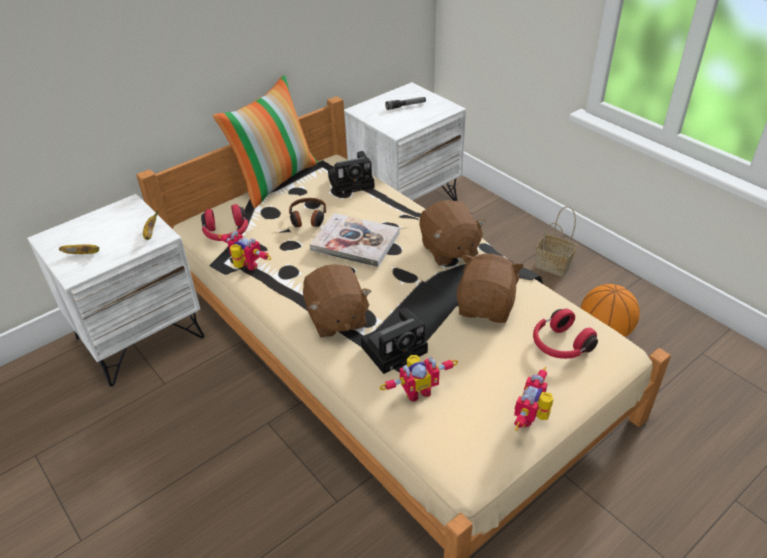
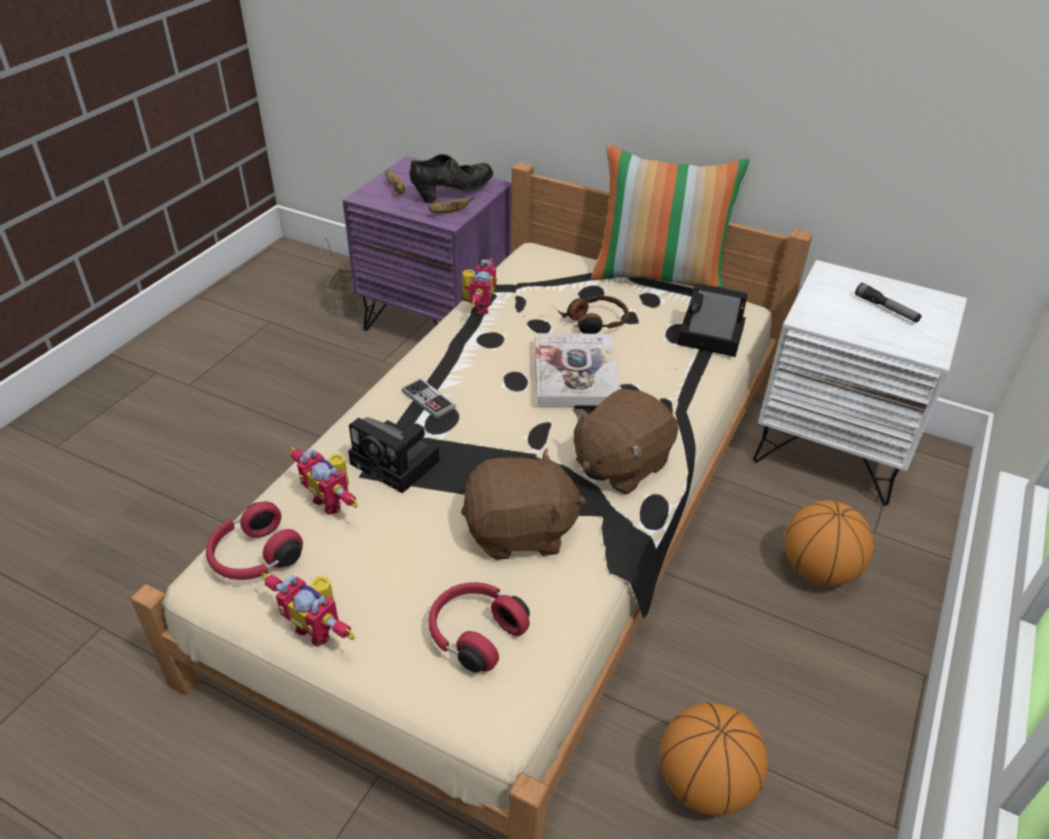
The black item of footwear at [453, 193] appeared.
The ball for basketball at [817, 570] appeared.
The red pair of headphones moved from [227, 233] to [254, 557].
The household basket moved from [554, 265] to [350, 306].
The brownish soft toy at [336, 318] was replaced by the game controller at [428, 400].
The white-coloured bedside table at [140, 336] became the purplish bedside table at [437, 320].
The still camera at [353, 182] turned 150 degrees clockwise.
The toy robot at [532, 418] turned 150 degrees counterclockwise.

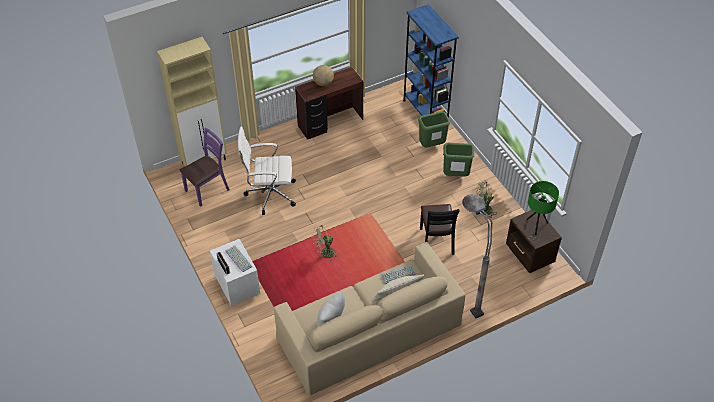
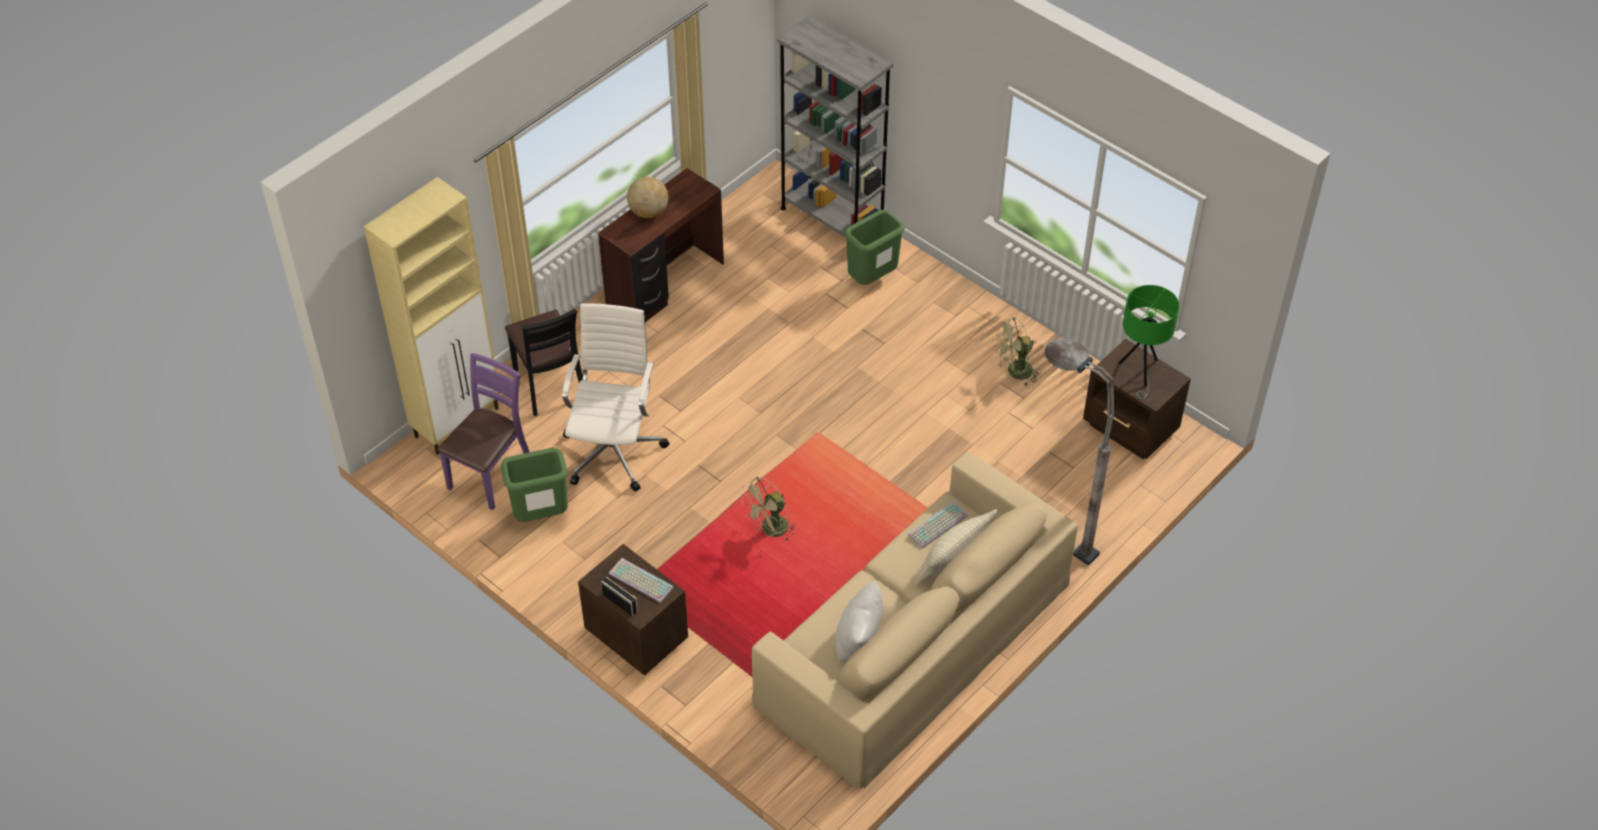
The black plain chair moved from [436, 241] to [549, 384].
The greenish trash can moved from [455, 176] to [541, 517].
The white-coloured bedside table at [238, 286] became the brownish bedside table at [636, 636].
The bluish bookshelf at [425, 112] became the grey bookshelf at [832, 220].
The white-coloured desk chair at [269, 194] turned 120 degrees clockwise.

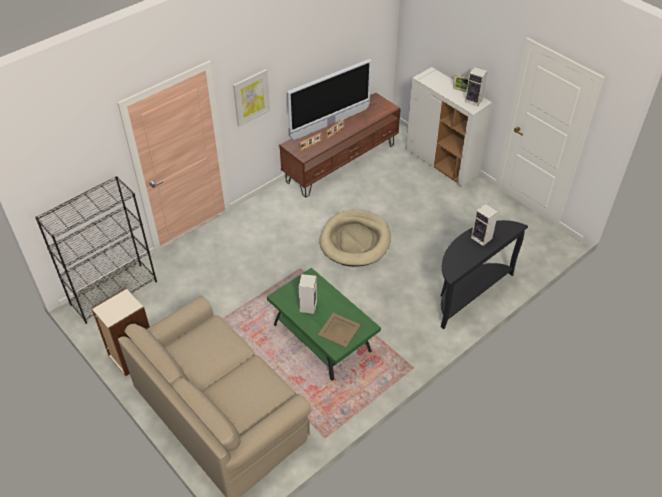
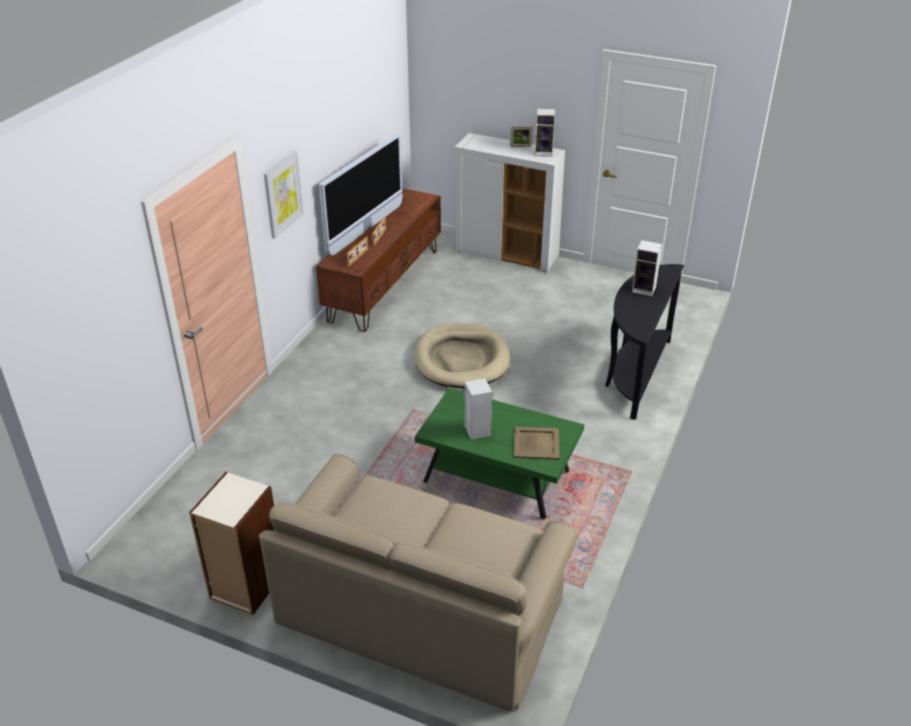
The black bookshelf at [114, 292] disappeared.

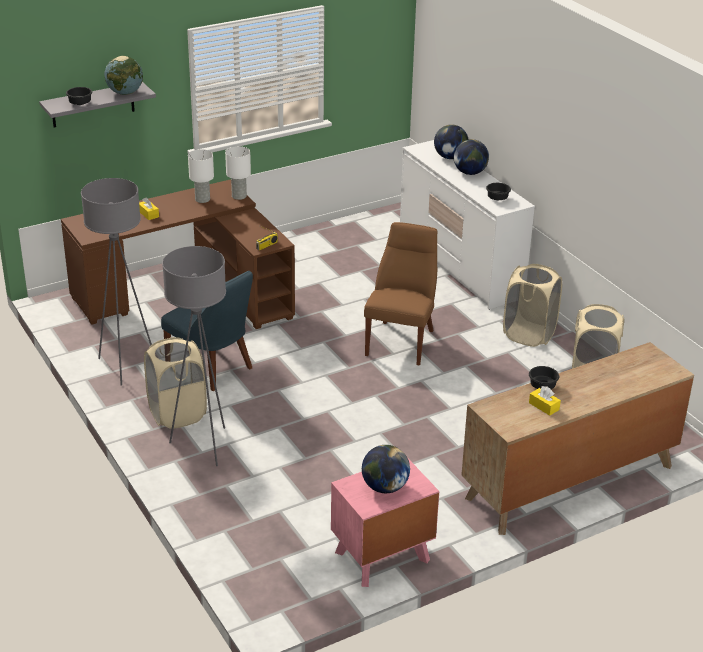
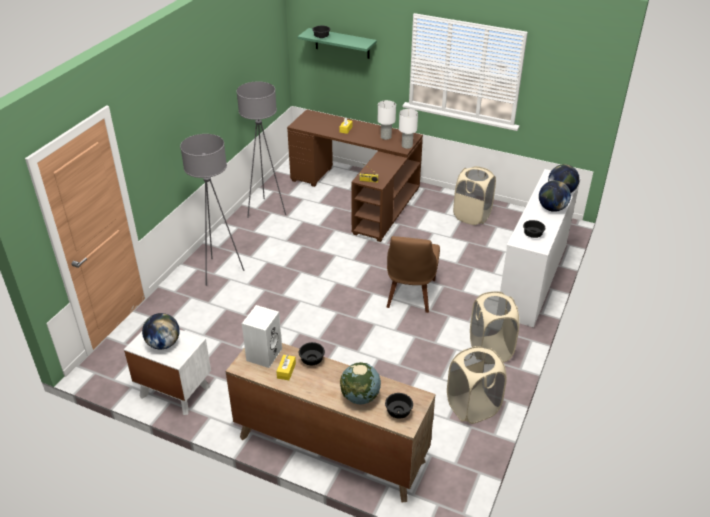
The bluish plain chair at [212, 368] disappeared.
The white-coloured speaker at [264, 354] appeared.
The black bowl at [398, 412] appeared.
The world globe moved from [125, 93] to [360, 397].
The sand-coloured washing basket moved from [177, 414] to [472, 216].
The grey shelf at [93, 105] became the greenish shelf at [342, 43].
The pink-coloured bedside table at [381, 556] became the white-coloured bedside table at [174, 391].
The brownish plain chair at [401, 341] turned 120 degrees clockwise.

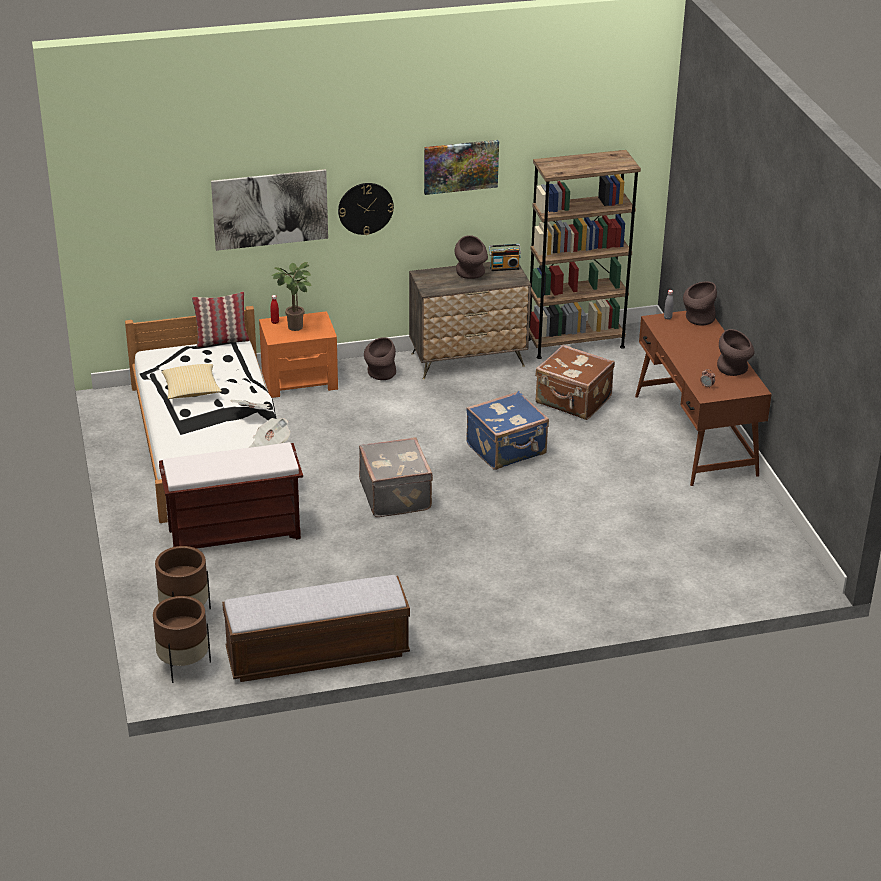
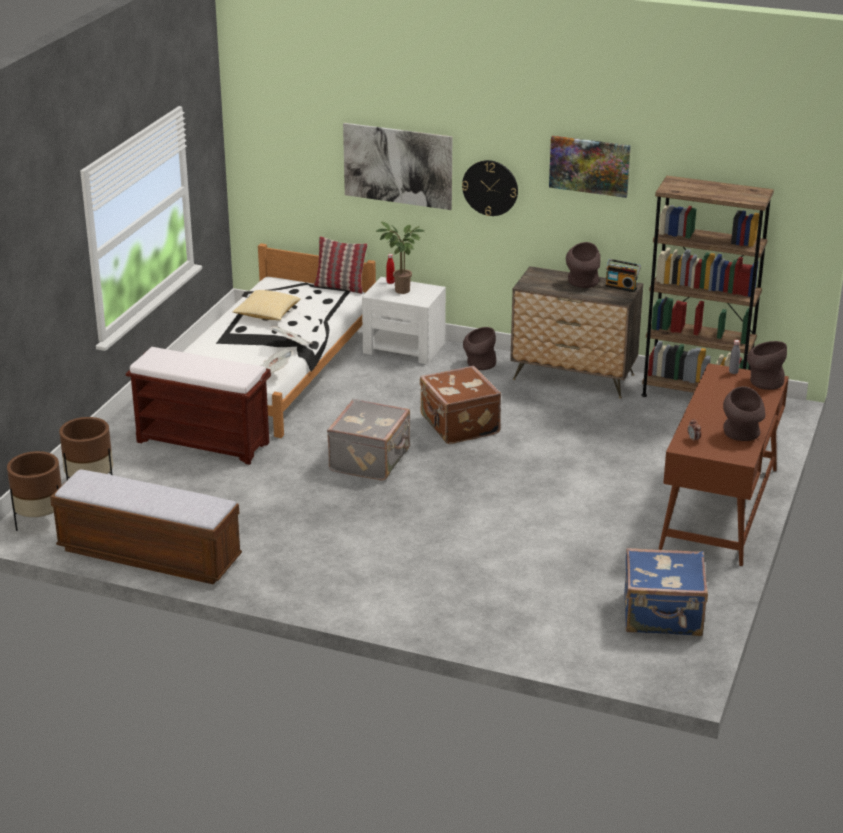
The bluish suitcase moved from [507, 450] to [663, 616].
The brownish suitcase moved from [573, 401] to [458, 425].
The orange bedside table at [300, 380] became the white-coloured bedside table at [404, 348].

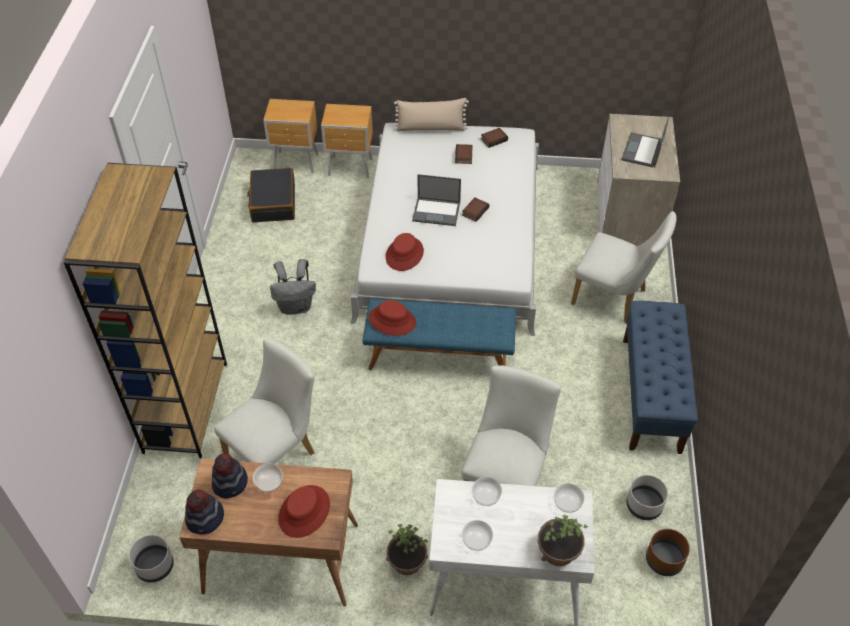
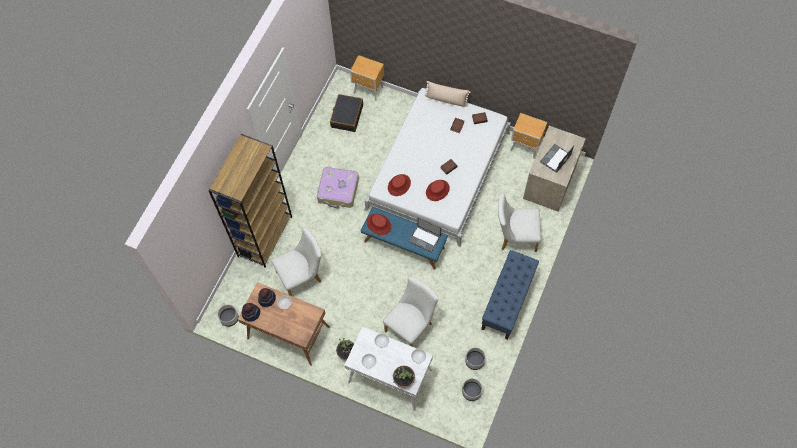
The red hat moved from [304, 512] to [437, 190].
The brownish bedside table moved from [351, 168] to [526, 148].
The portable computer moved from [437, 211] to [425, 238].
The grey rucksack at [296, 306] was replaced by the suitcase at [338, 191].
The brownish flower pot at [664, 559] became the grey flower pot at [471, 391].
The white-coloured plain chair at [614, 299] turned 135 degrees clockwise.

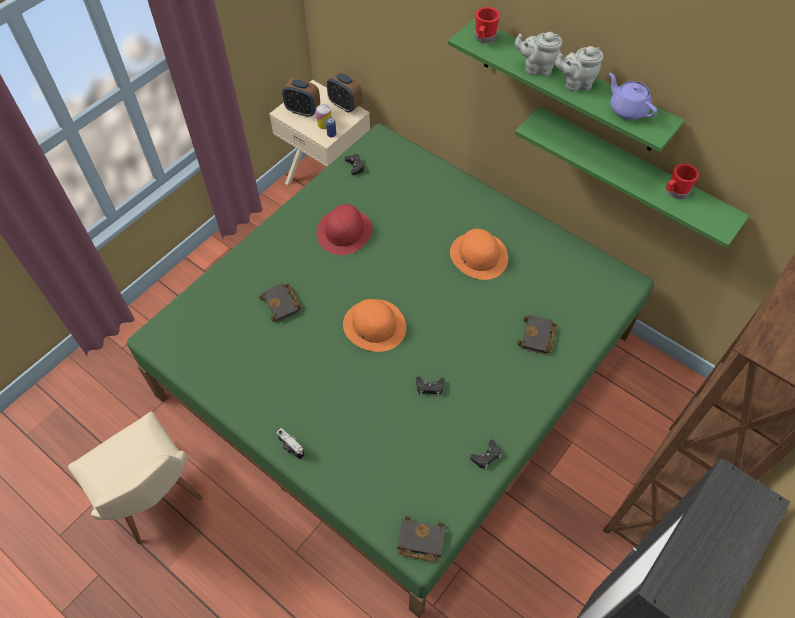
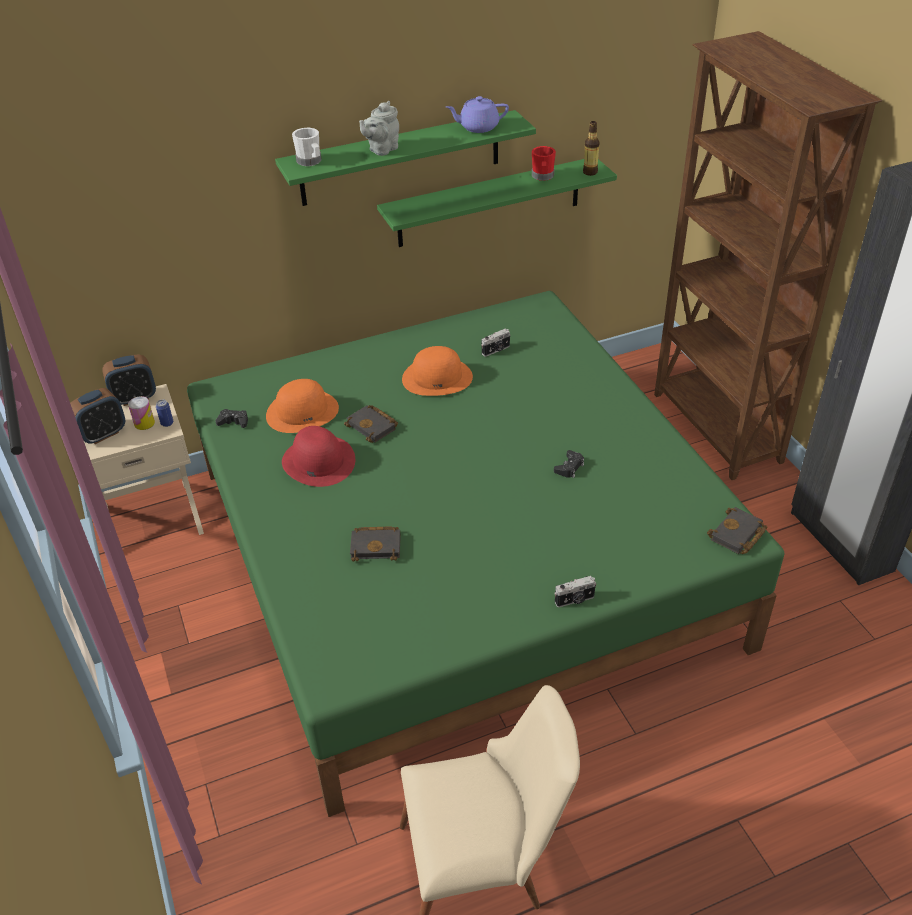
The black game controller at [486, 456] disappeared.
The grey tea pot at [575, 84] disappeared.
The still camera at [496, 350] appeared.
The bottle at [590, 172] appeared.
The orange hat moved from [374, 325] to [302, 411].
The black volume moved from [537, 337] to [373, 426].
The red coffee mug at [484, 38] became the white-coloured coffee mug at [310, 162].

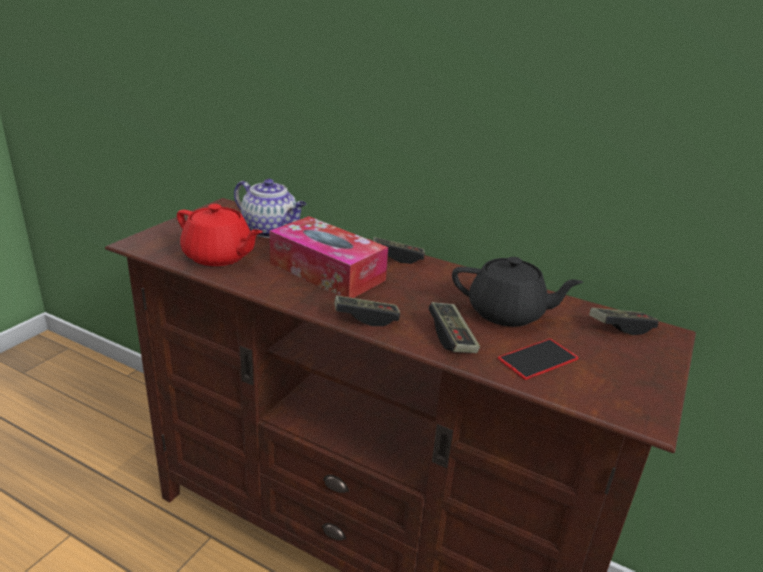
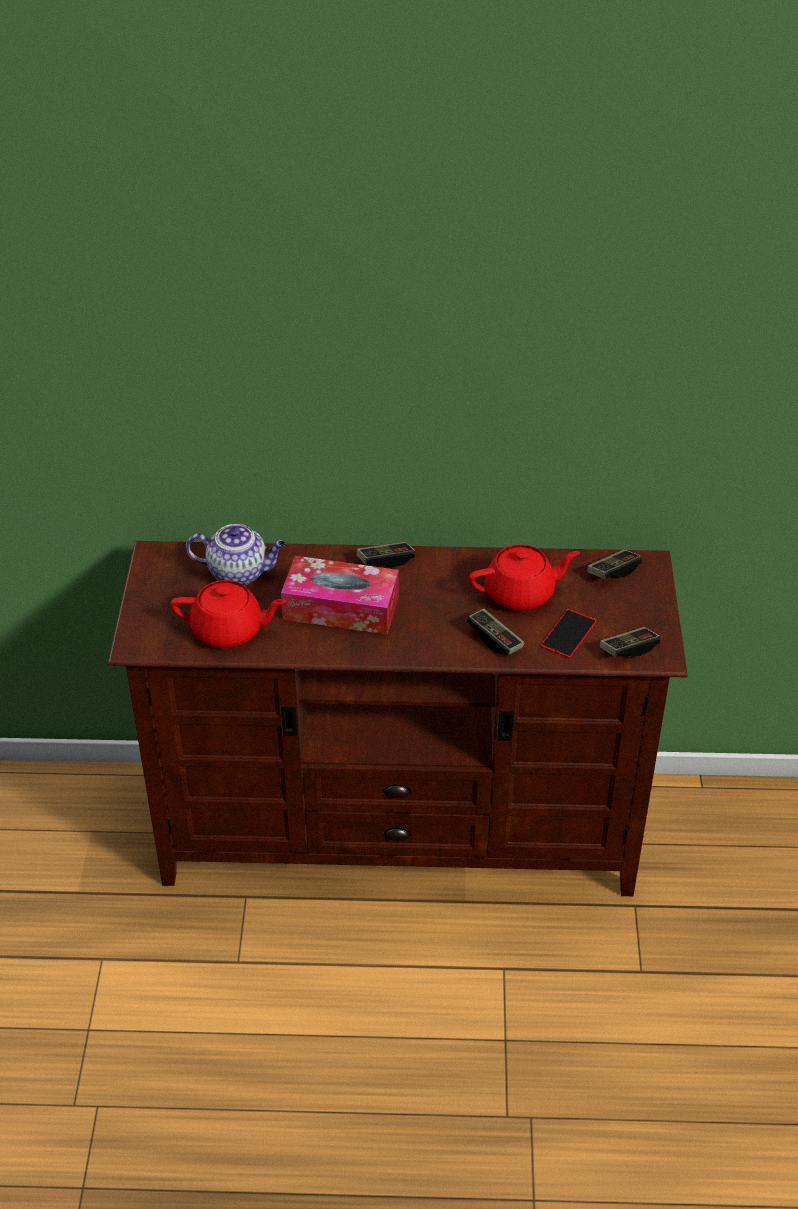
The game controller moved from [366, 318] to [628, 649].
The black tea pot at [507, 313] became the red tea pot at [521, 593].

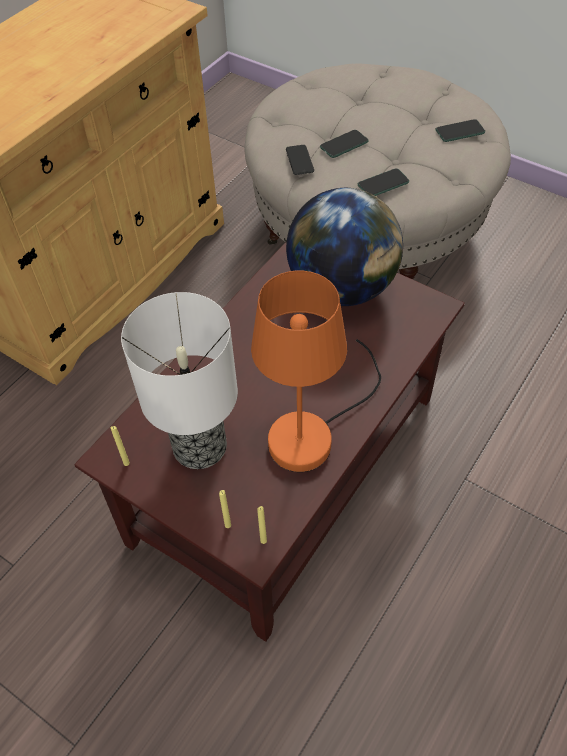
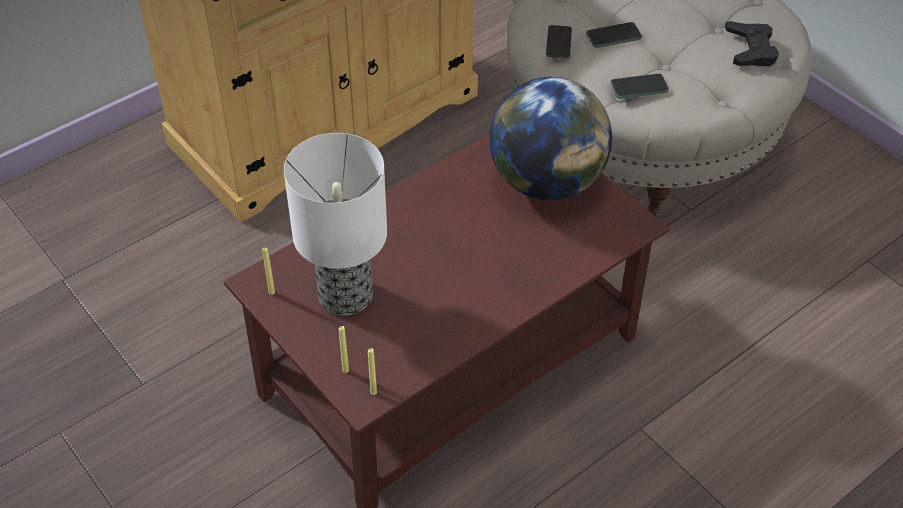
The orange table lamp at [313, 431] disappeared.
The handset at [460, 131] was replaced by the black game controller at [750, 49].

